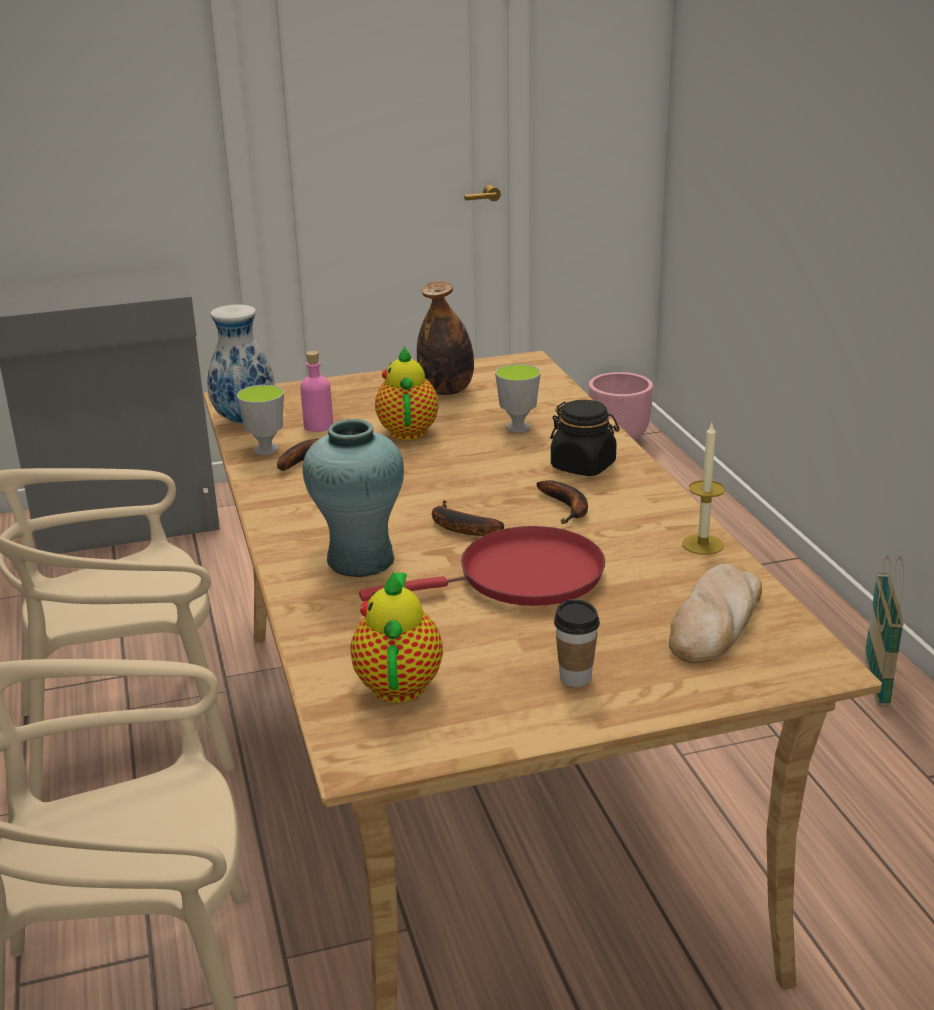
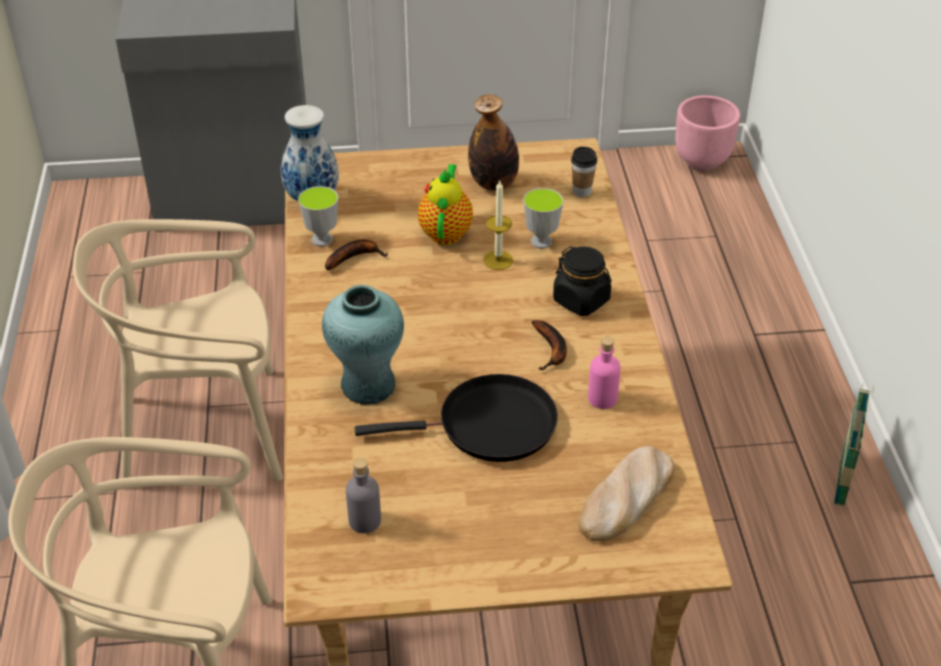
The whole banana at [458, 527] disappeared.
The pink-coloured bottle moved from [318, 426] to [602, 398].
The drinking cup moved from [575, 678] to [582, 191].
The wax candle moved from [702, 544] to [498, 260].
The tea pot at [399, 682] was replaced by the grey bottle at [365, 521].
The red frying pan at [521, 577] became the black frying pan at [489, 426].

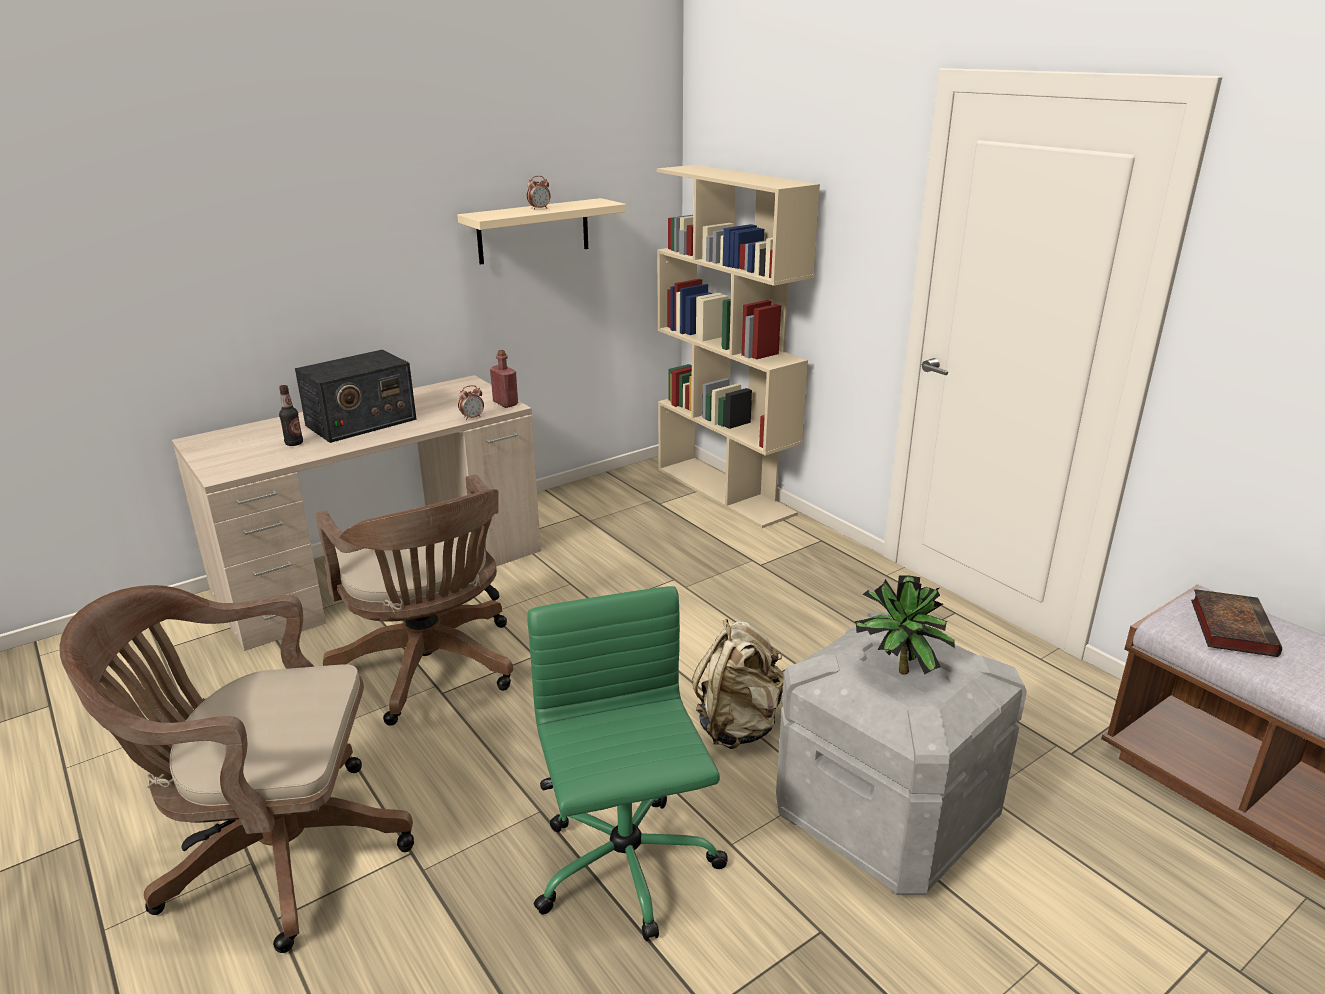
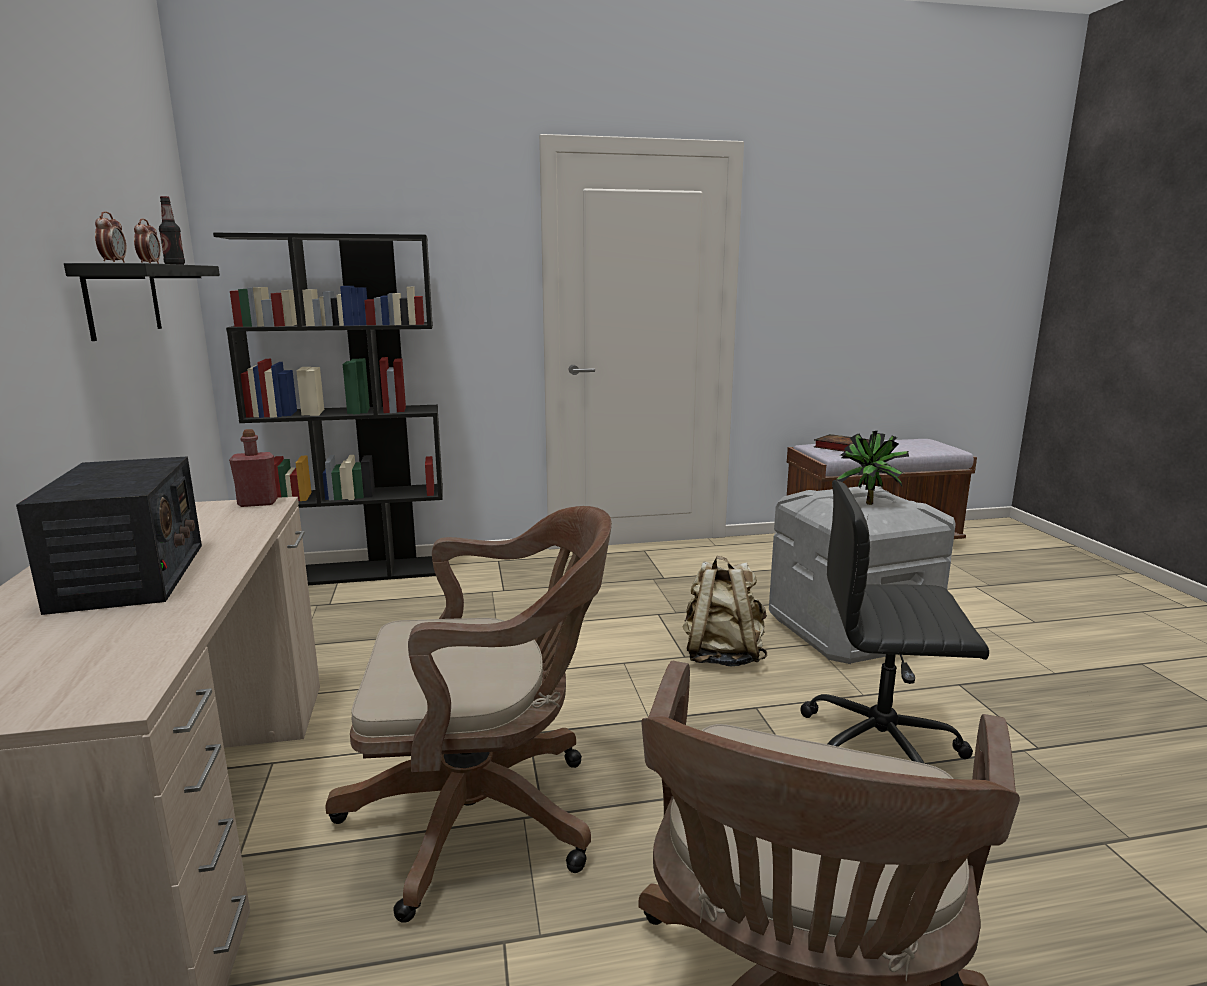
The bottle moved from [294, 443] to [175, 265].
The bedside clock moved from [472, 418] to [114, 262].
The sand-coloured shelf at [533, 231] became the black shelf at [123, 299].
The greenish desk chair at [626, 869] became the black desk chair at [882, 749].
The sand-coloured bookshelf at [726, 491] became the black bookshelf at [360, 572].

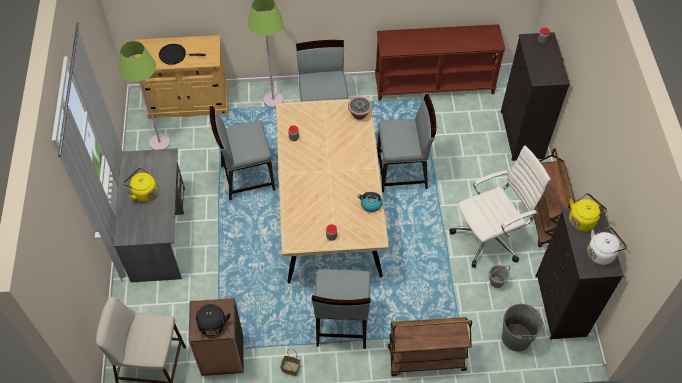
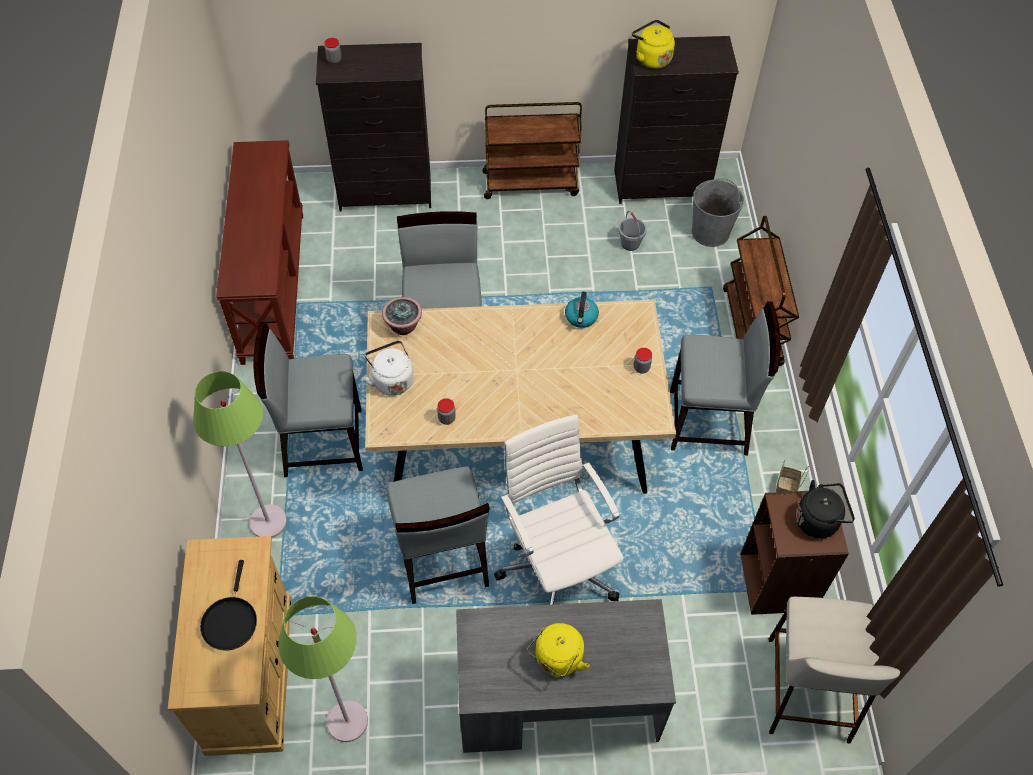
The white-coloured desk chair moved from [490, 237] to [557, 565].
The white-coloured water kettle moved from [602, 253] to [391, 379].

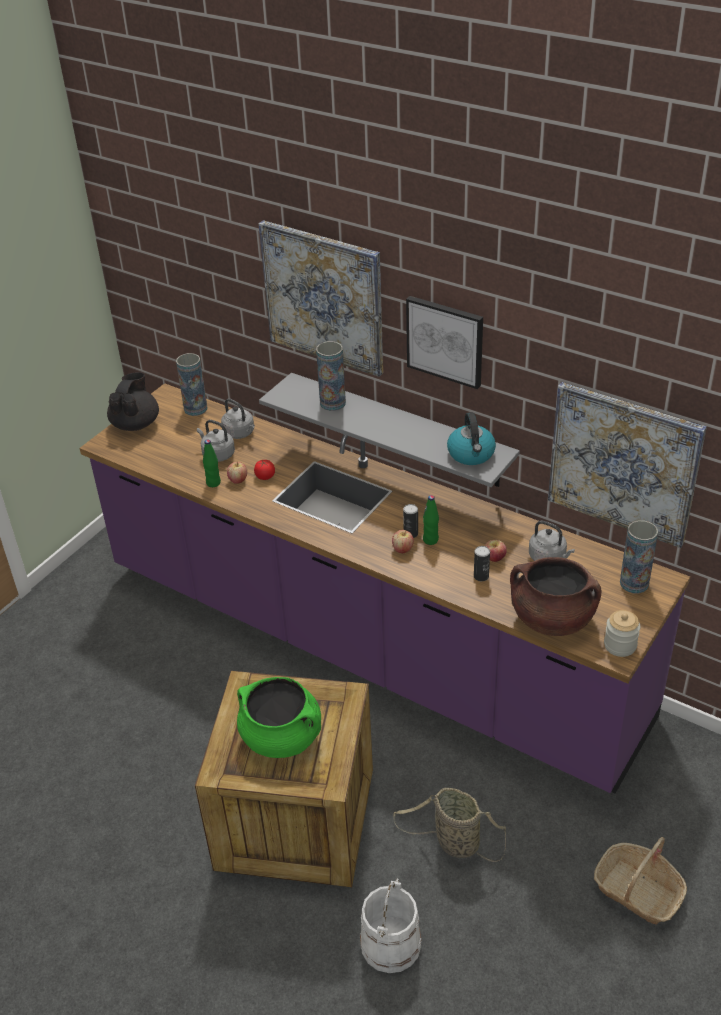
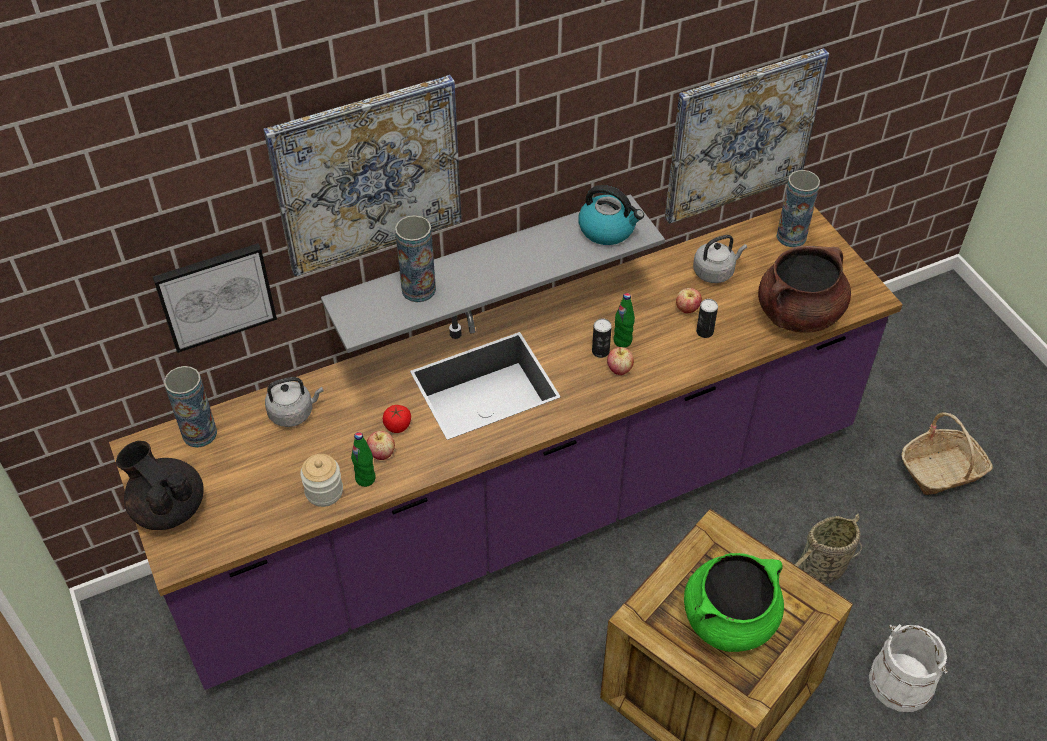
The grey water kettle at [217, 454] disappeared.
The wall art moved from [445, 341] to [215, 295].
The storage jar moved from [620, 645] to [324, 491].

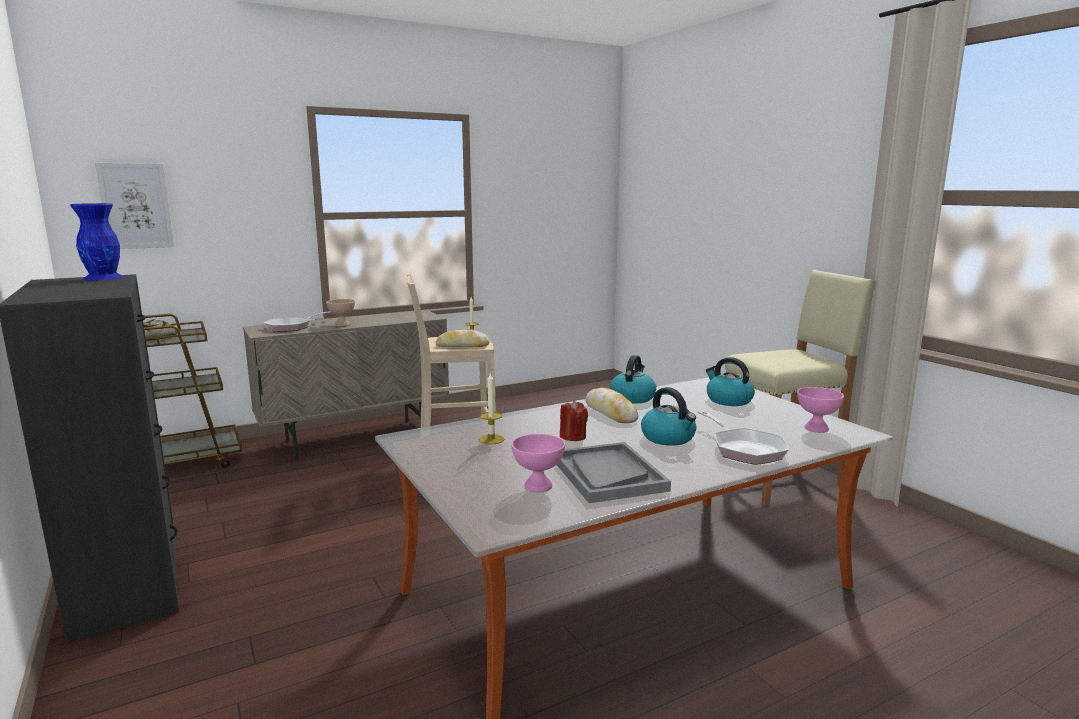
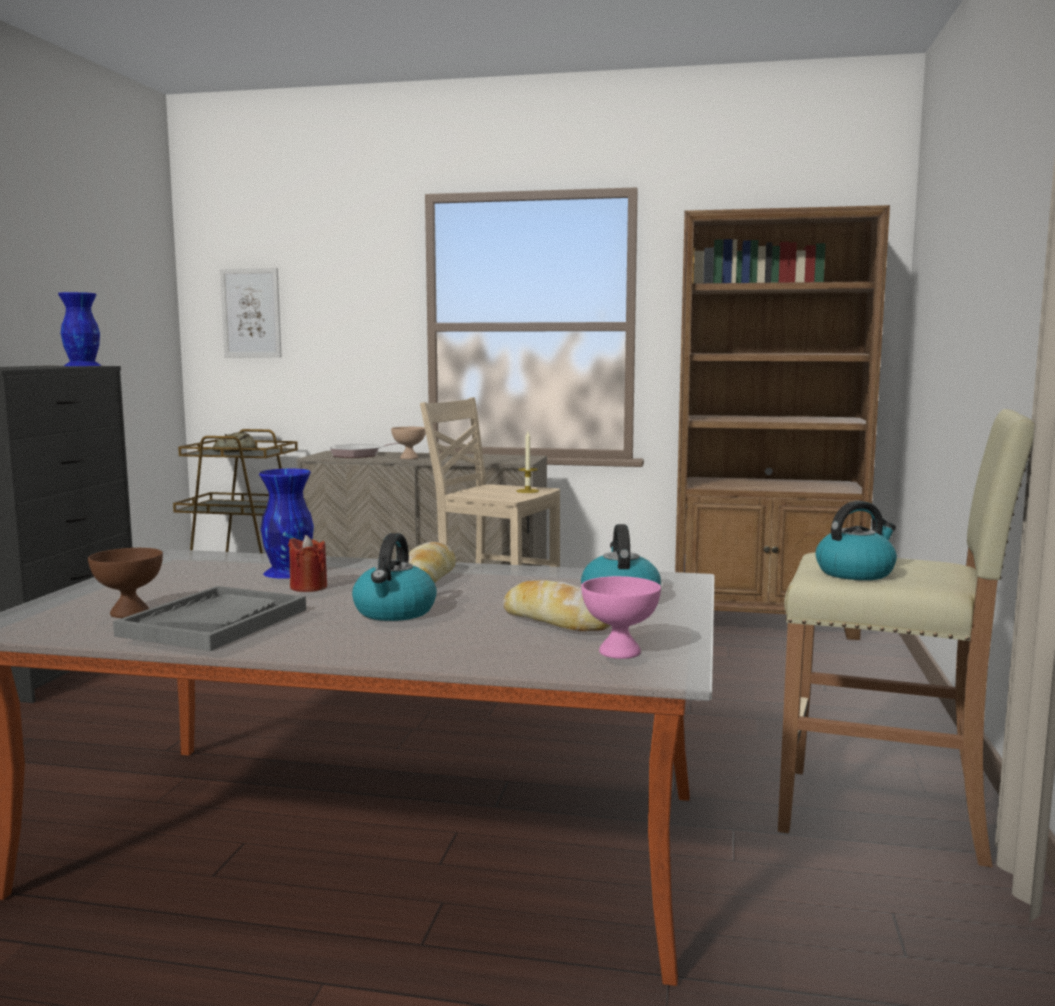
The wax candle at [491, 439] disappeared.
The frying pan at [744, 449] disappeared.
The bluish flower vase at [289, 572] appeared.
The brownish bookshelf at [766, 623] appeared.
The baked bread moved from [462, 346] to [555, 621].
The water kettle moved from [632, 397] to [855, 573].
The pink-coloured bowl at [537, 486] became the brownish bowl at [129, 612].

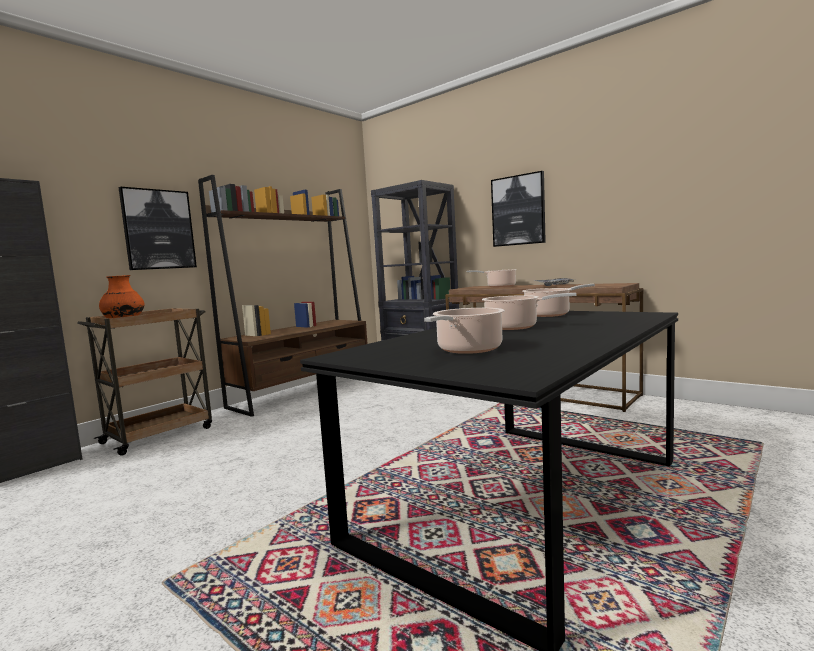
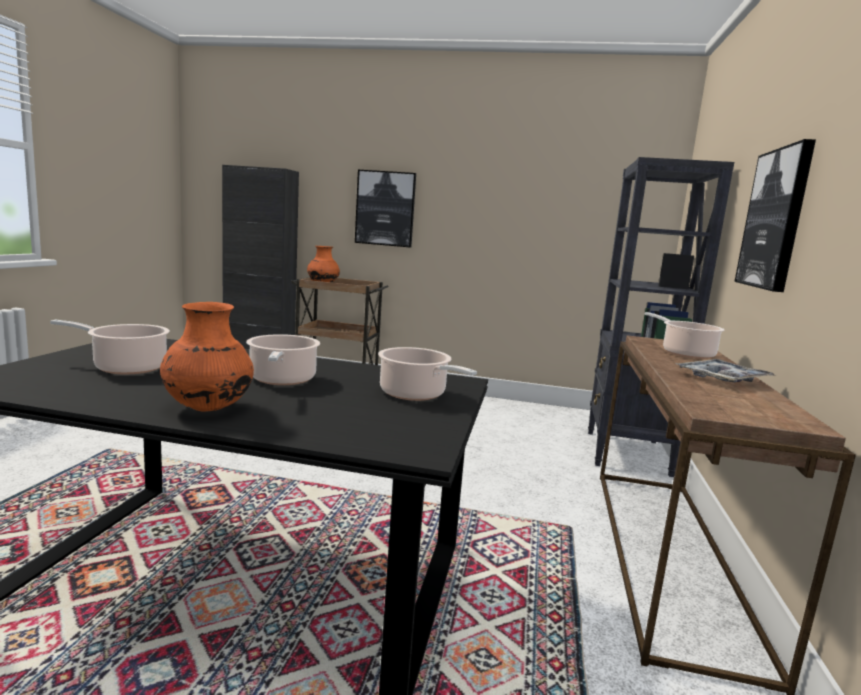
The brownish bookshelf at [303, 392] disappeared.
The orange flower vase at [208, 408] appeared.

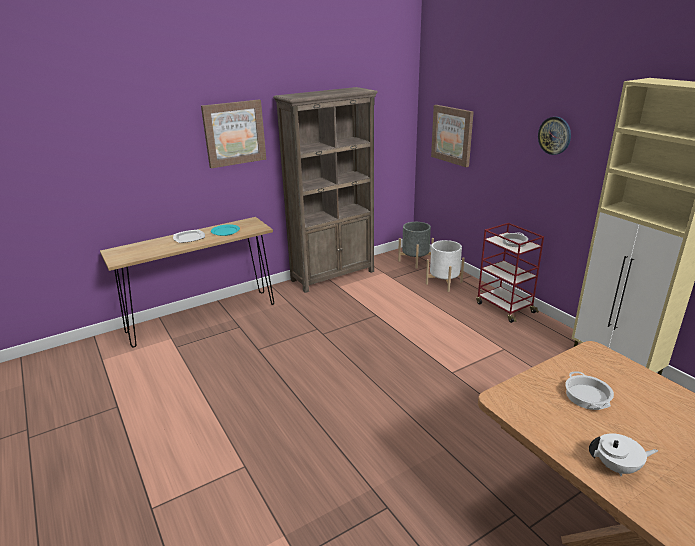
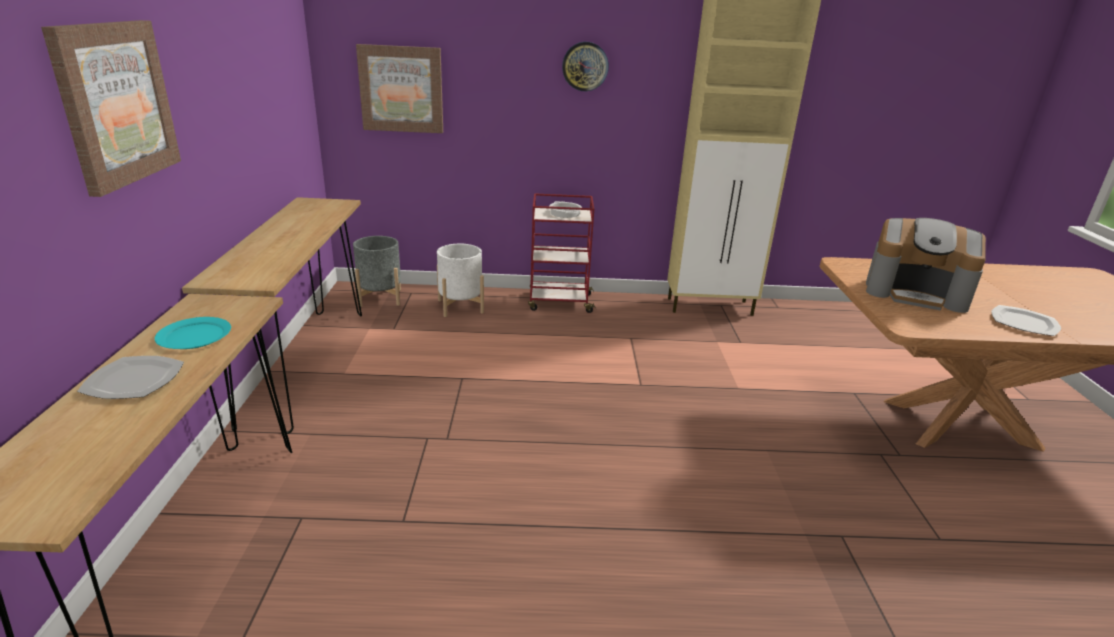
The brownish bookshelf at [333, 275] was replaced by the brownish hall table at [306, 364].
The cooking pot at [588, 396] was replaced by the coffee brewer at [915, 293].
The white-coloured tea pot at [617, 467] was replaced by the plate at [1024, 323].

